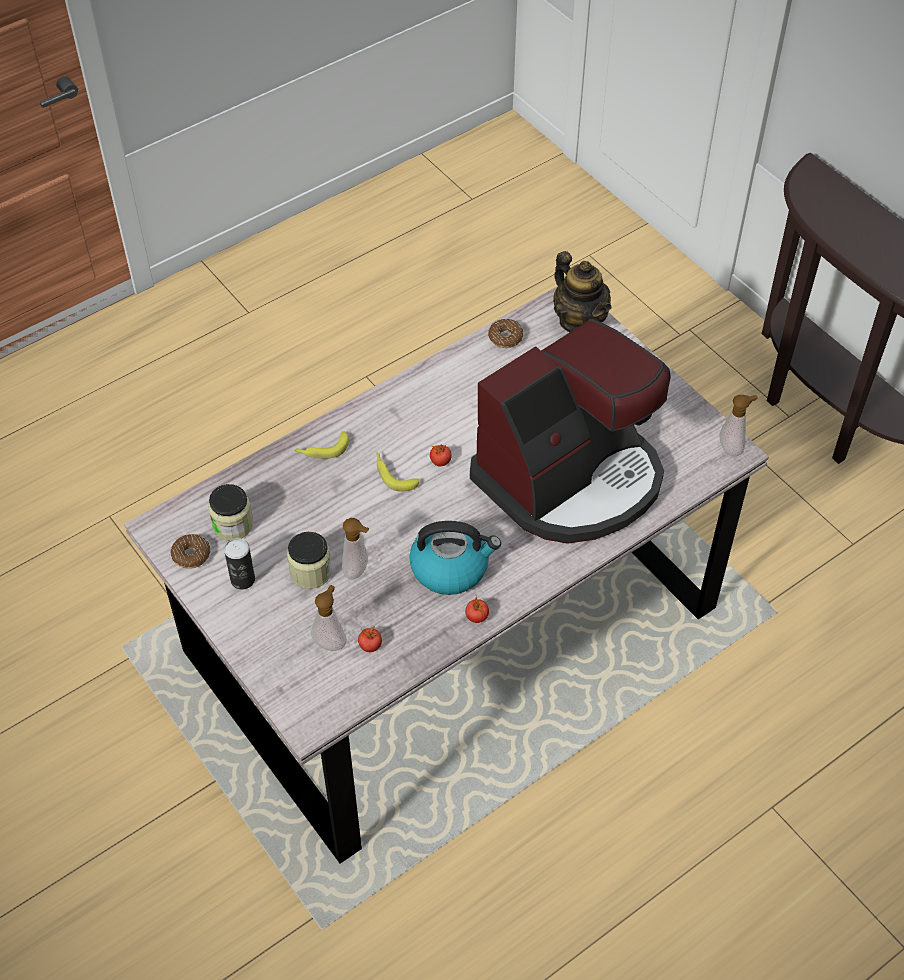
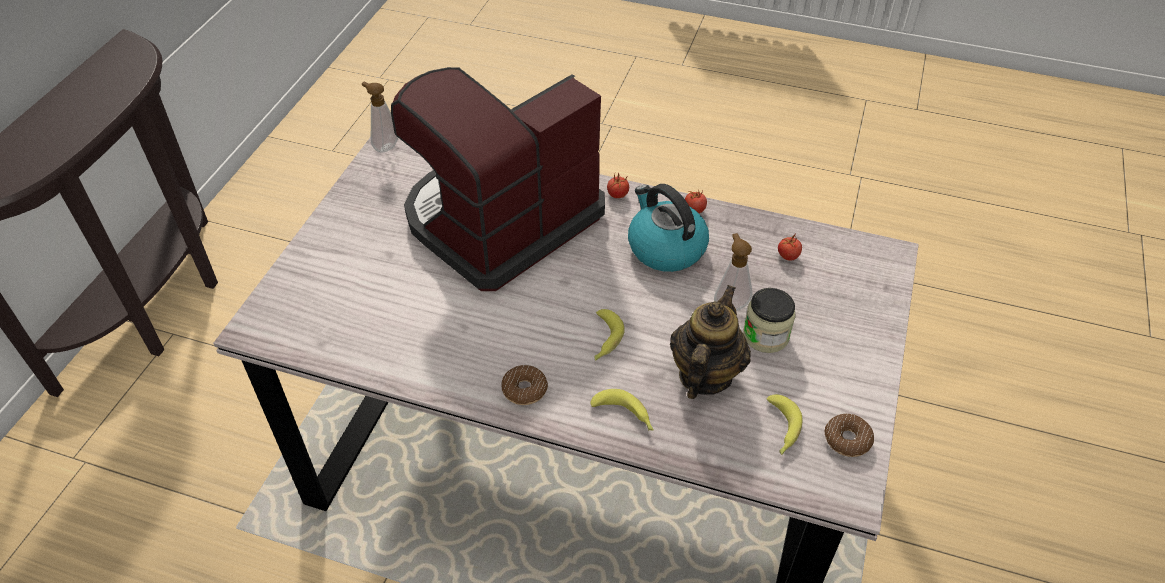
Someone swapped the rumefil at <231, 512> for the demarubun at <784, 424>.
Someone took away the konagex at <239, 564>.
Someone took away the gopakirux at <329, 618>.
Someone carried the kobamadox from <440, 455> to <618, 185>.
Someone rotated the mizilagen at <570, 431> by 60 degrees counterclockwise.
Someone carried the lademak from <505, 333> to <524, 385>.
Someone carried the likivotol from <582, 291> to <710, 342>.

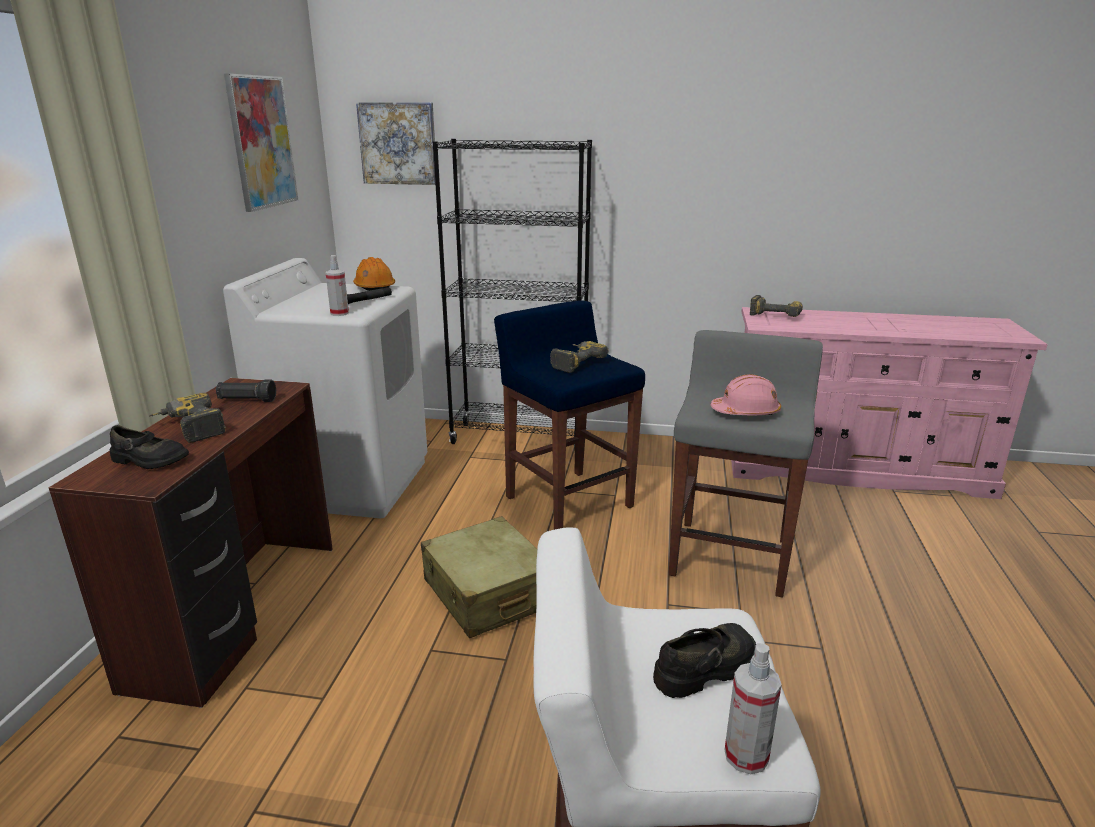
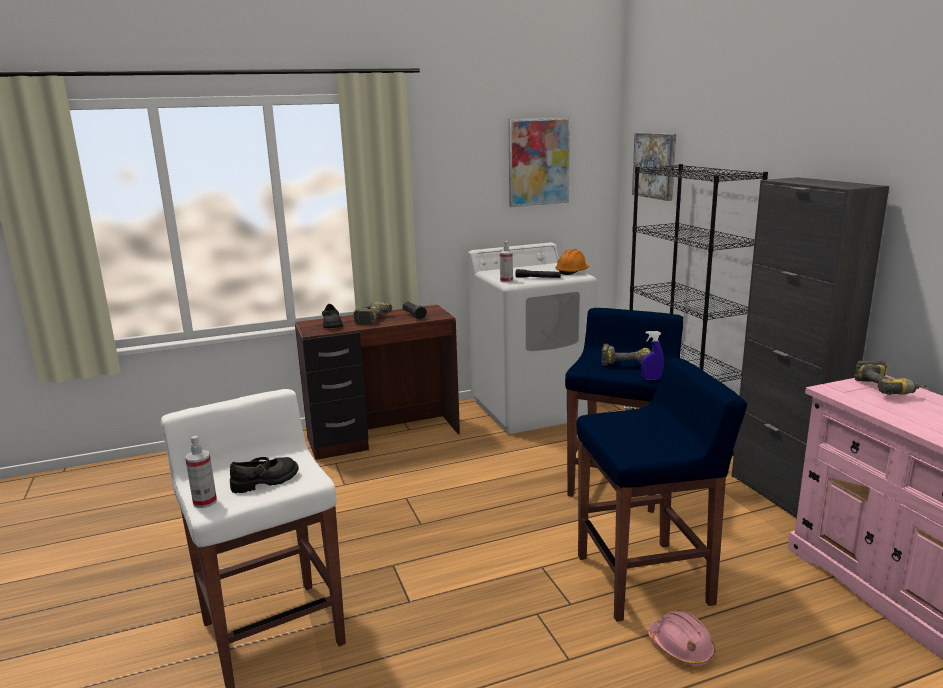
Someone took away the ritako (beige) at <479, 577>.
Someone rotated the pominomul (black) at <704, 660> by 60 degrees counterclockwise.
Someone repainted the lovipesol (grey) at <746, 464>, which became the lovipesol (blue) at <662, 490>.
Someone carried the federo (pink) from <746, 394> to <681, 638>.
Someone put down the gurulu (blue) at <652, 355>.
Someone put down the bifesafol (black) at <810, 347>.

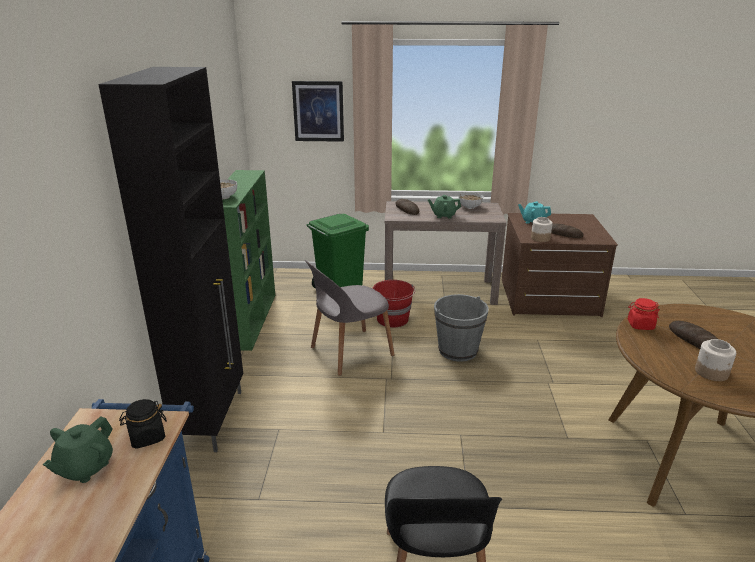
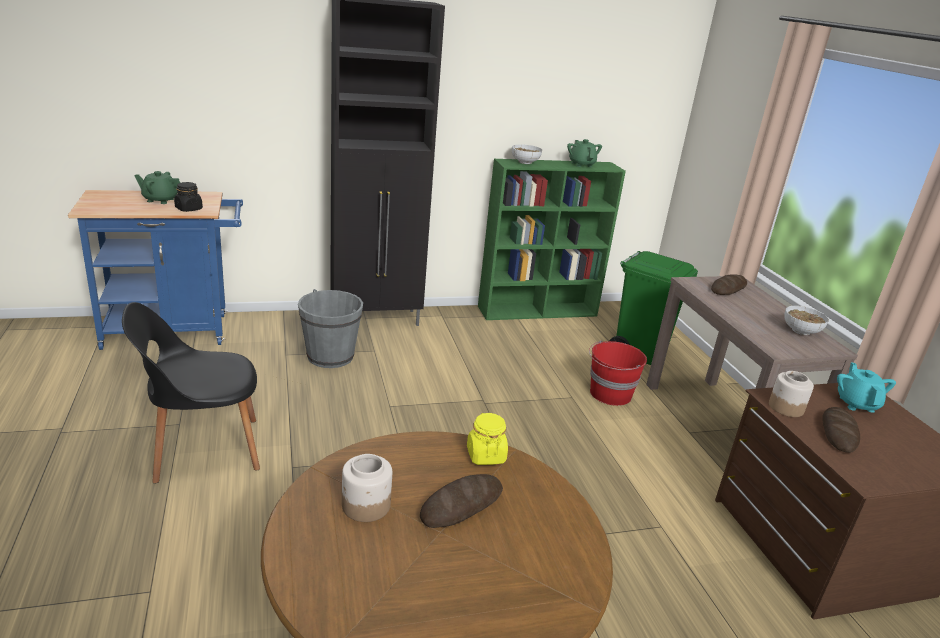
Someone took away the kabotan at <318, 111>.
Someone took away the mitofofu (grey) at <350, 318>.
Someone carried the likivotol (green) from <444, 206> to <584, 153>.
Someone carried the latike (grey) from <461, 328> to <330, 328>.
Someone repainted the rumefil (red) at <644, 314>, which became the rumefil (yellow) at <487, 439>.

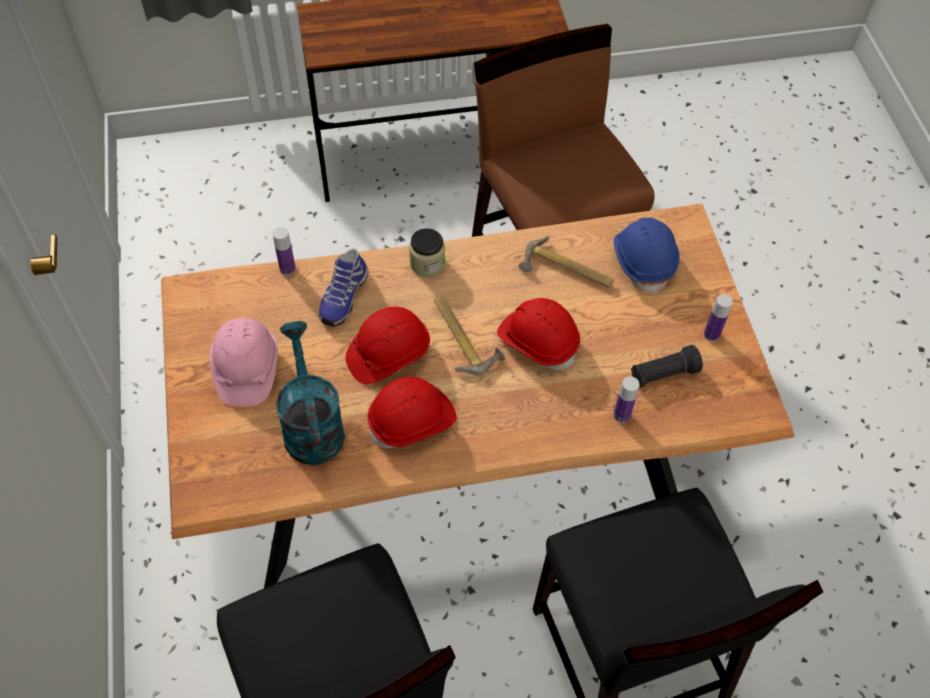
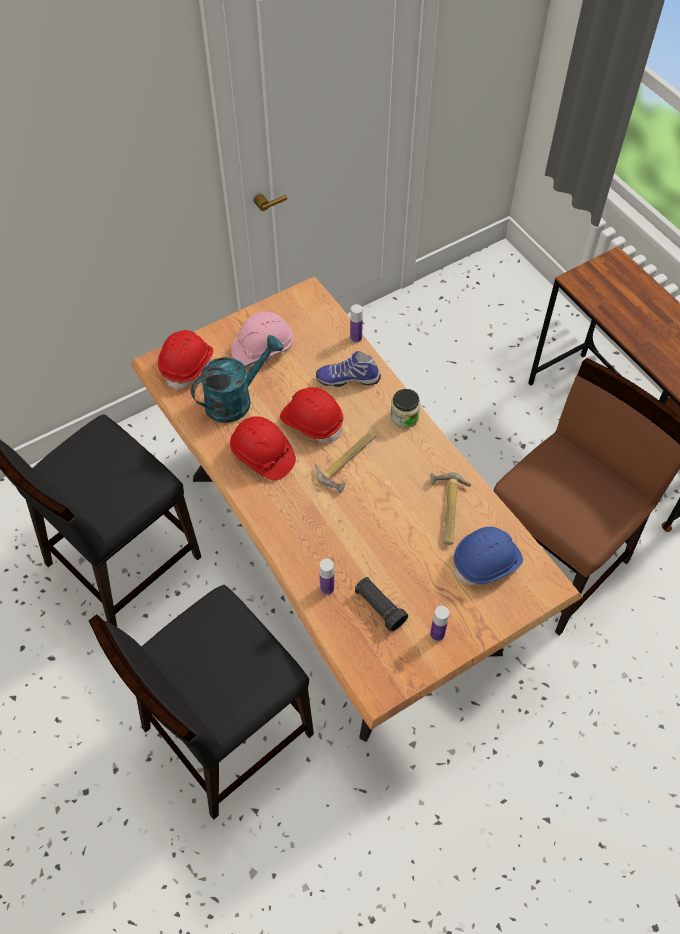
Someone carried the federo (red) from <538, 334> to <185, 360>.

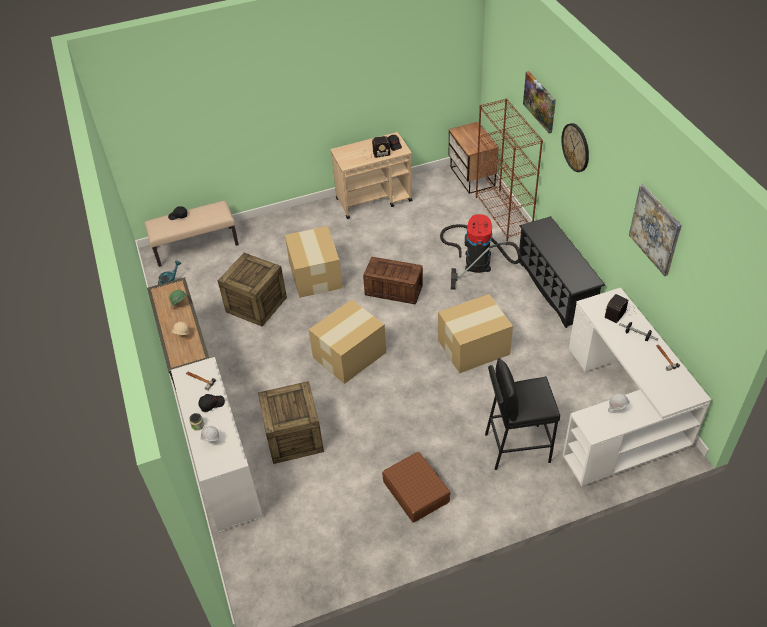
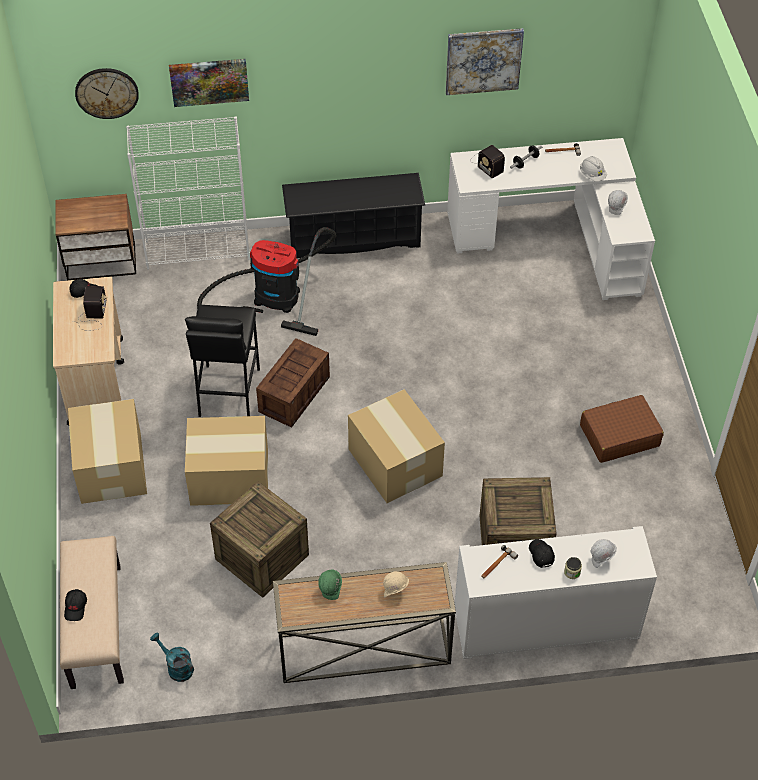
Someone carried the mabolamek from <475, 334> to <107, 451>.
Someone repainted the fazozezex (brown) at <509, 169>, which became the fazozezex (white) at <188, 193>.
Someone carried the lovipesol (black) from <522, 414> to <222, 360>.
Someone carried the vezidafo from <575, 147> to <107, 93>.
Someone put down the federo (white) at <593, 169>.

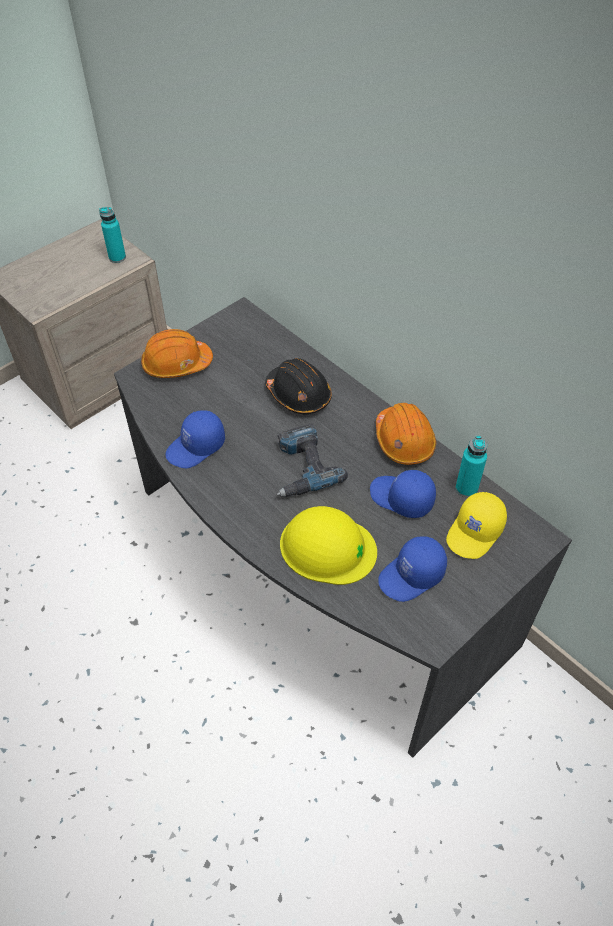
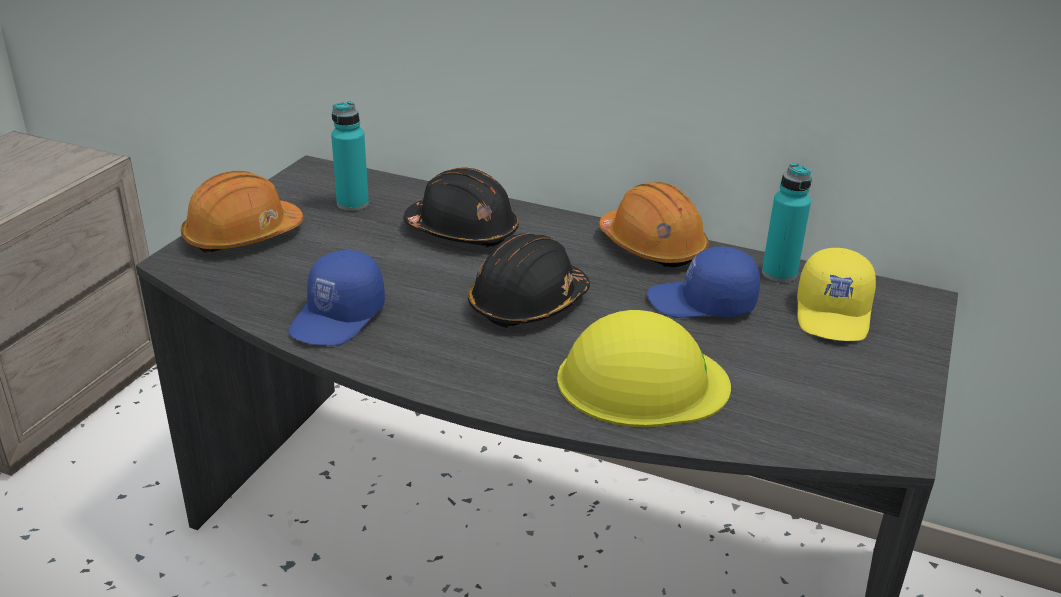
Someone carried the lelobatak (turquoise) from <112, 235> to <350, 156>.
Someone swapped the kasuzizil at <312, 460> for the federo (black) at <529, 280>.
Someone took away the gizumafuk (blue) at <412, 569>.

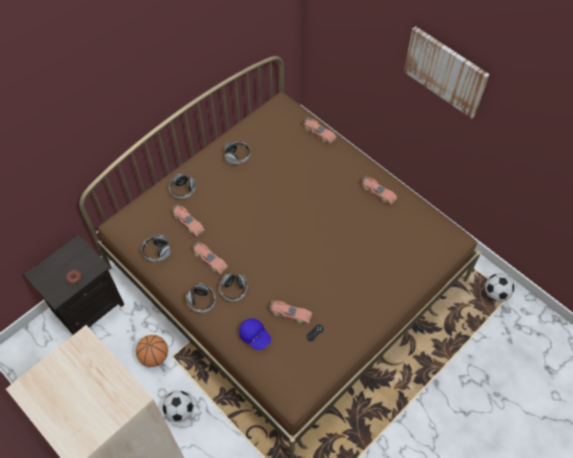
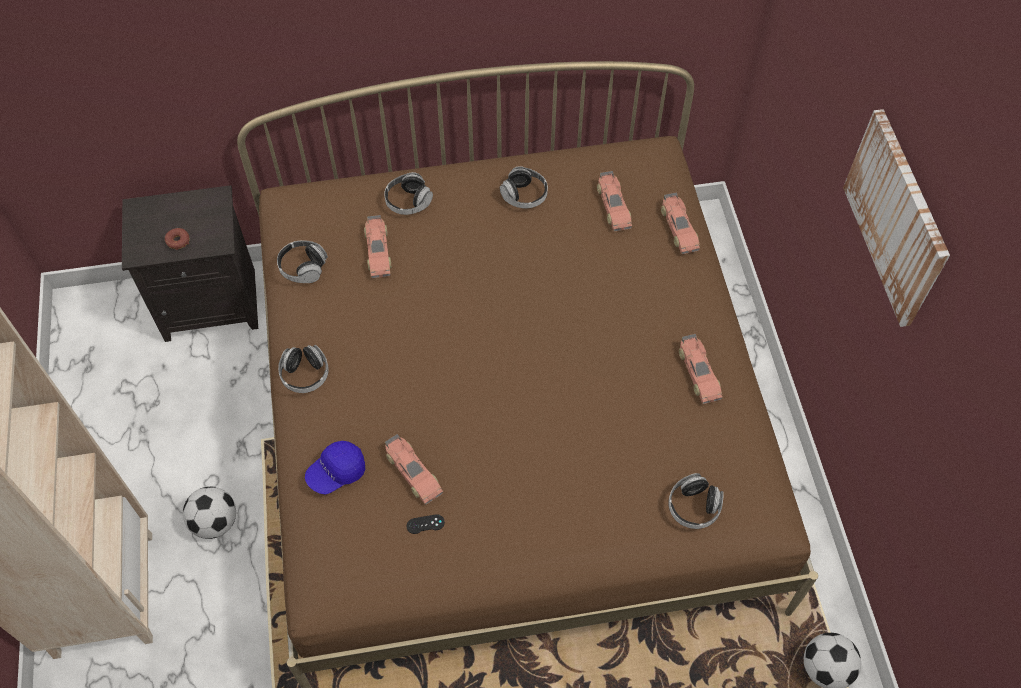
Someone took away the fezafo at <152, 351>.
Someone carried the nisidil from <210, 257> to <614, 201>.
Someone carried the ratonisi from <233, 287> to <696, 501>.
Someone rotated the gizumafuk (blue) at <255, 334> by 60 degrees clockwise.

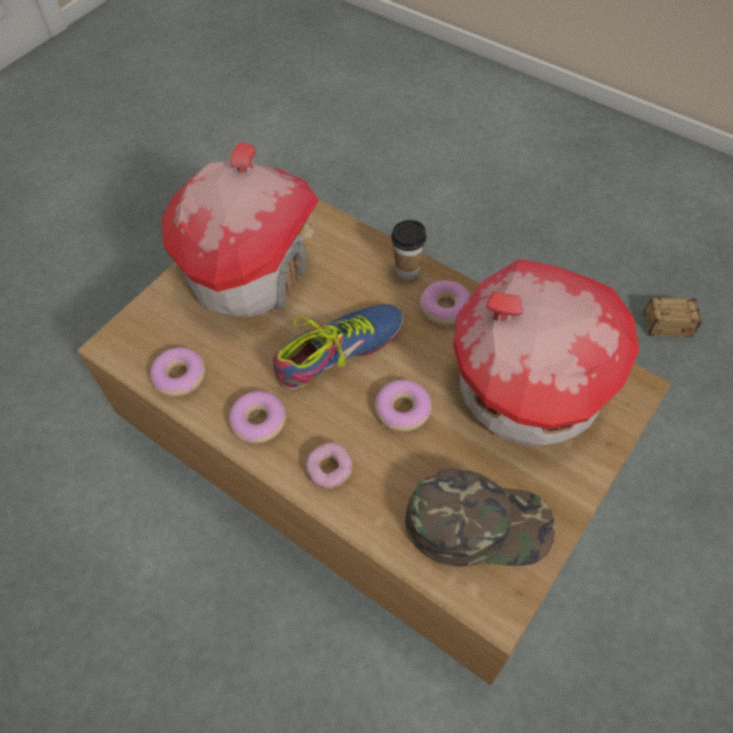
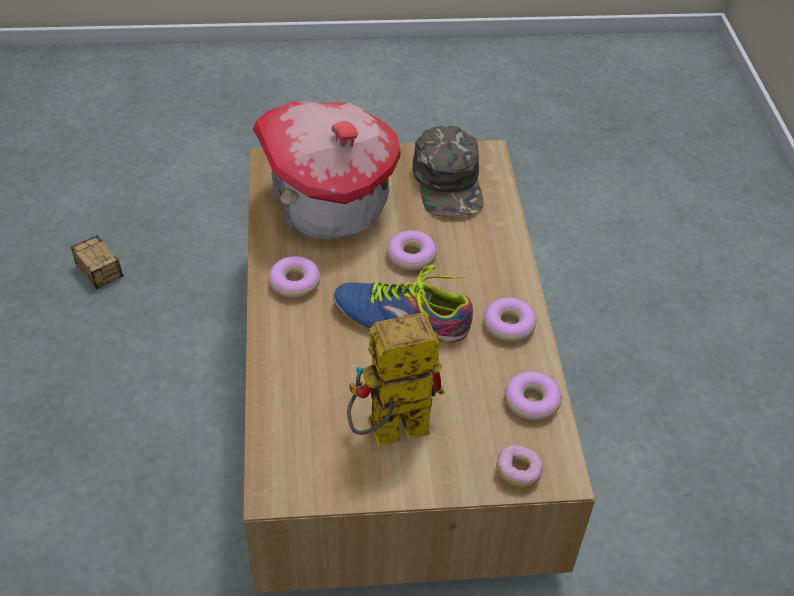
Someone swapped the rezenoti at <240, 230> for the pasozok at <395, 379>.
Someone carried the lademak from <329, 465> to <519, 466>.
Someone took away the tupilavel at <409, 250>.
Someone rotated the gizumafuk (green) at <480, 517> by 150 degrees counterclockwise.

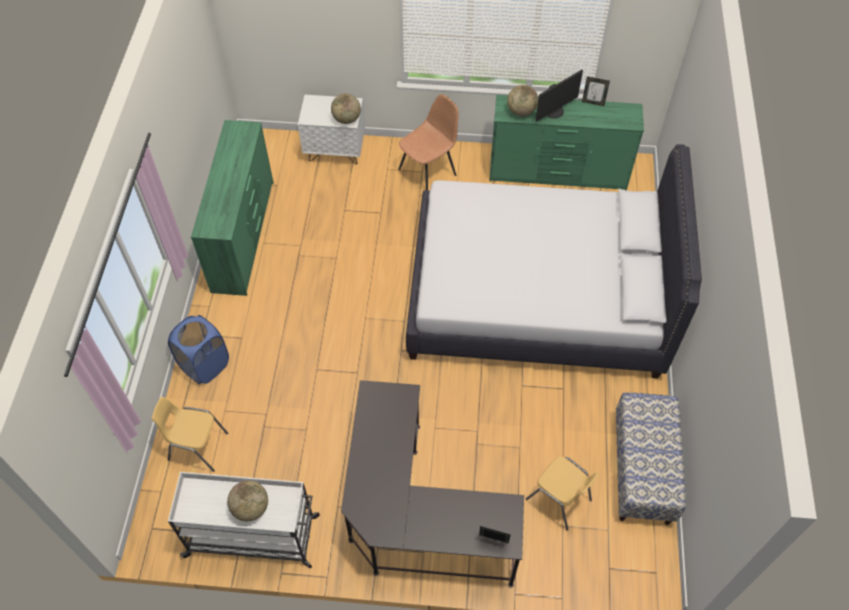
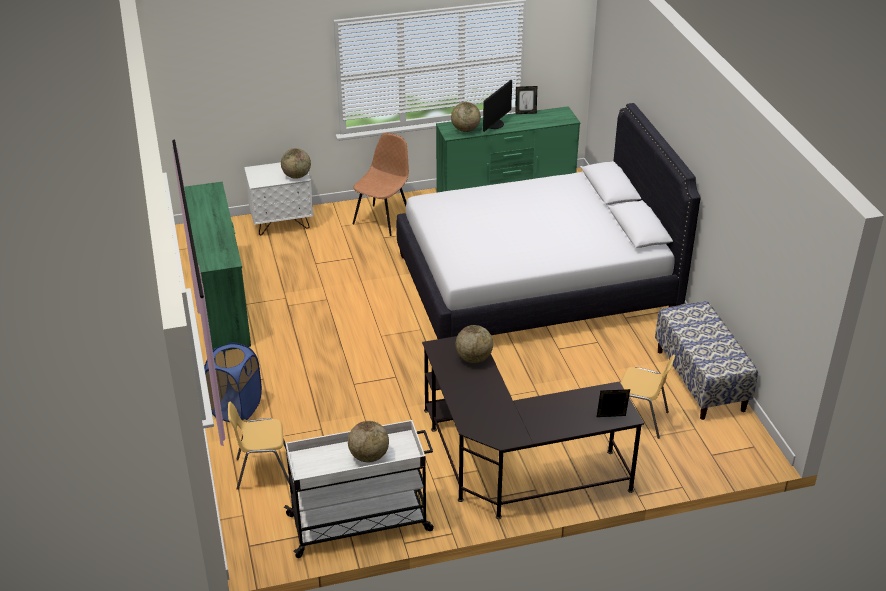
Someone put down the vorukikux at <474, 344>.

